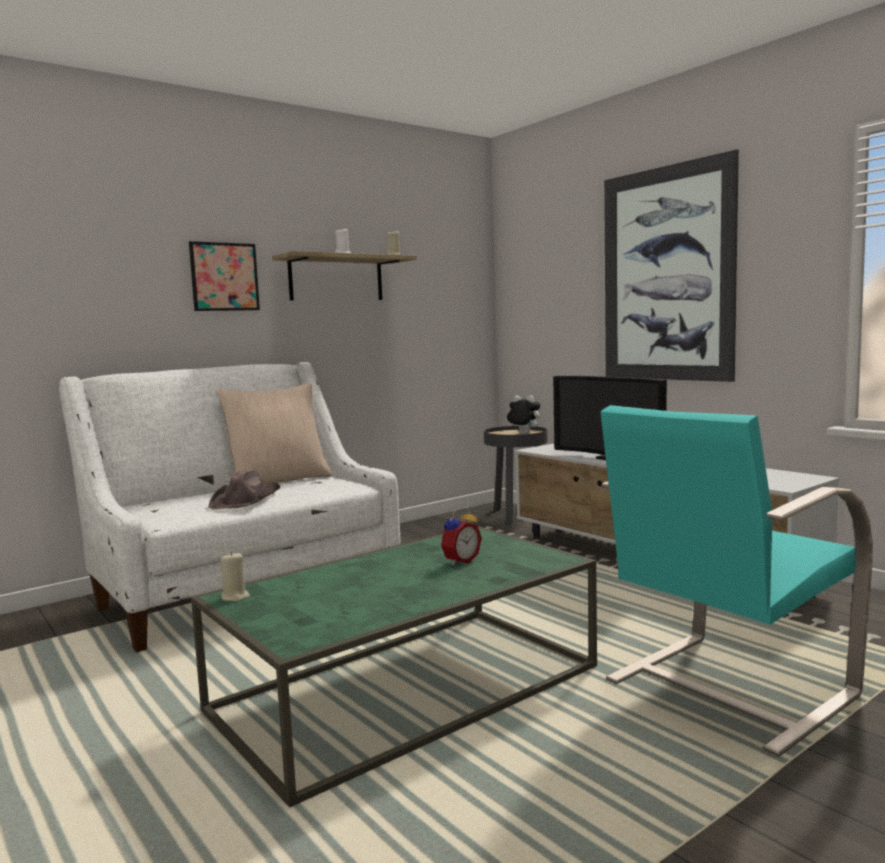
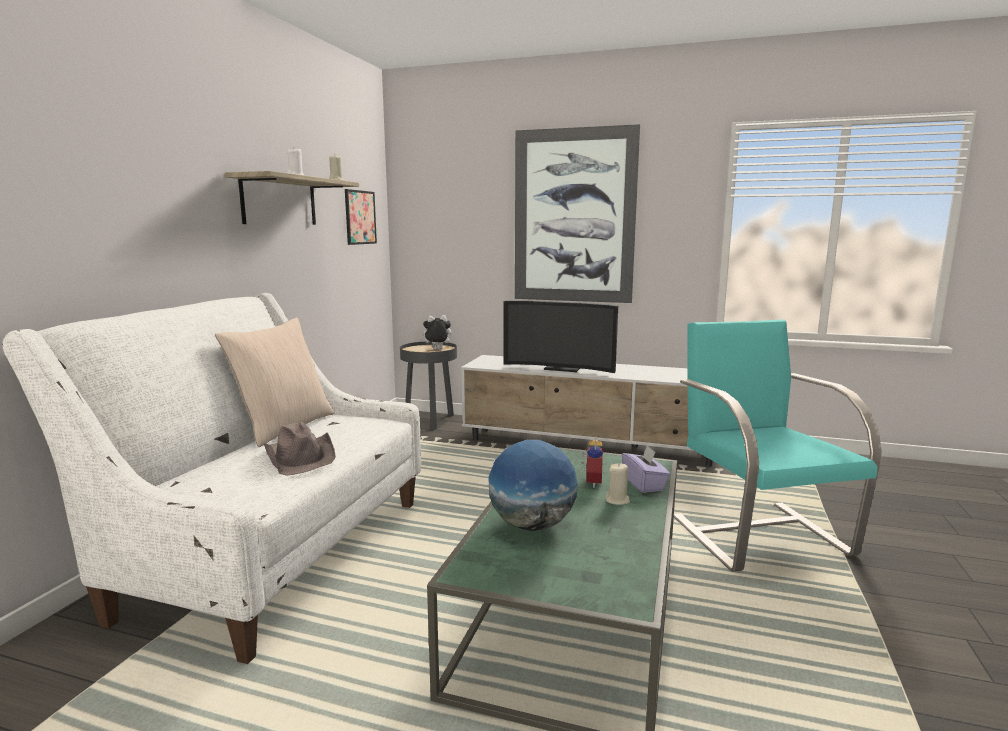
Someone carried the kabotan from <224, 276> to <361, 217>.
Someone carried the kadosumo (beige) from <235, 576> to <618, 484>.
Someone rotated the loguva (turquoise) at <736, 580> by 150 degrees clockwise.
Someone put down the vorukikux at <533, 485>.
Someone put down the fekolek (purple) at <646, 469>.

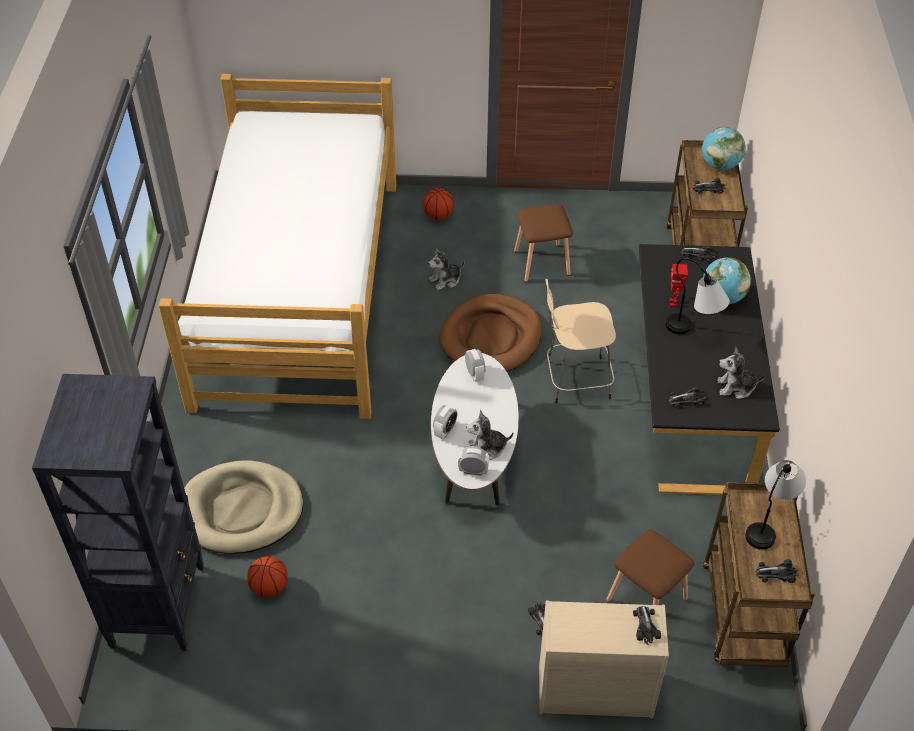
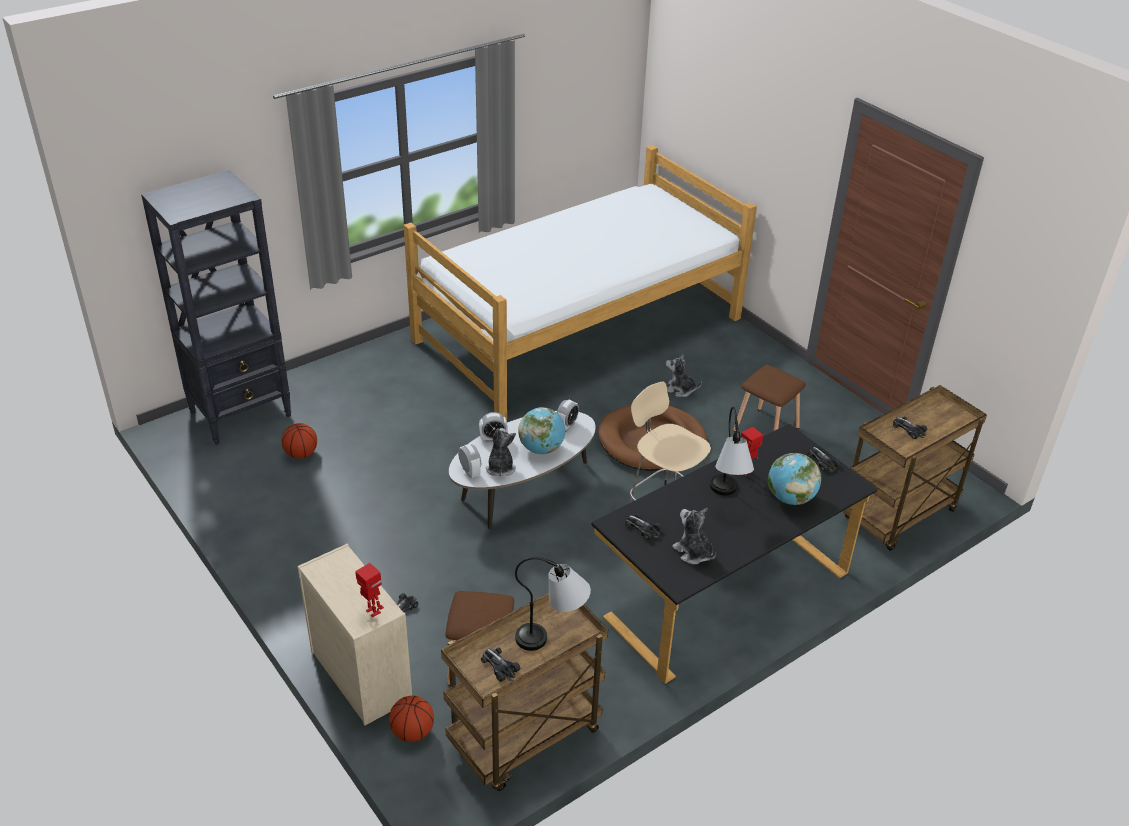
Someone took away the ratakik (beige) at <243, 507>.
Someone carried the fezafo from <438, 204> to <411, 719>.
Someone rotated the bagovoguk at <489, 435> by 45 degrees clockwise.
Someone swapped the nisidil at <647, 625> for the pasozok at <369, 590>.
Someone carried the vorukikux from <724, 148> to <541, 430>.

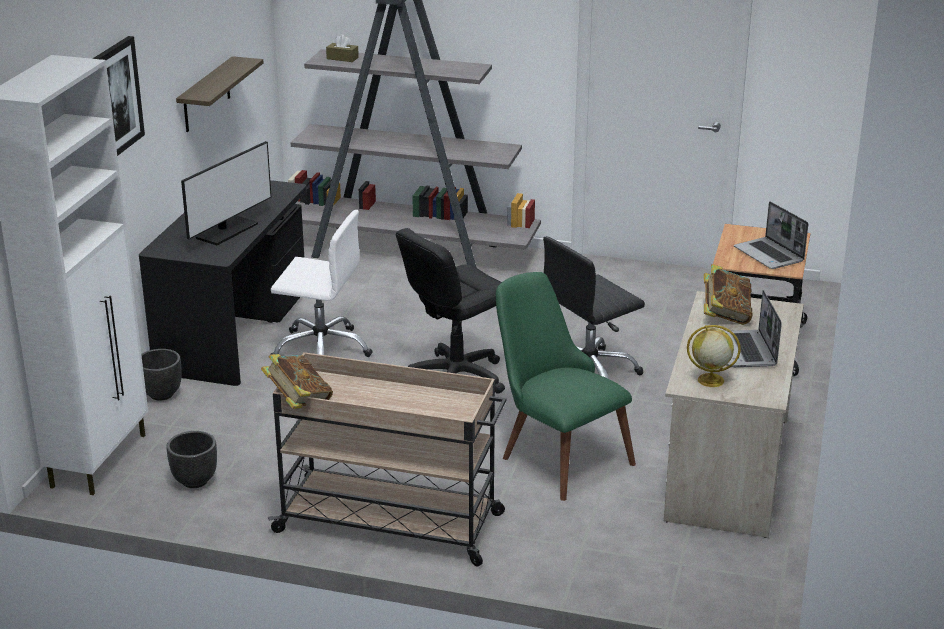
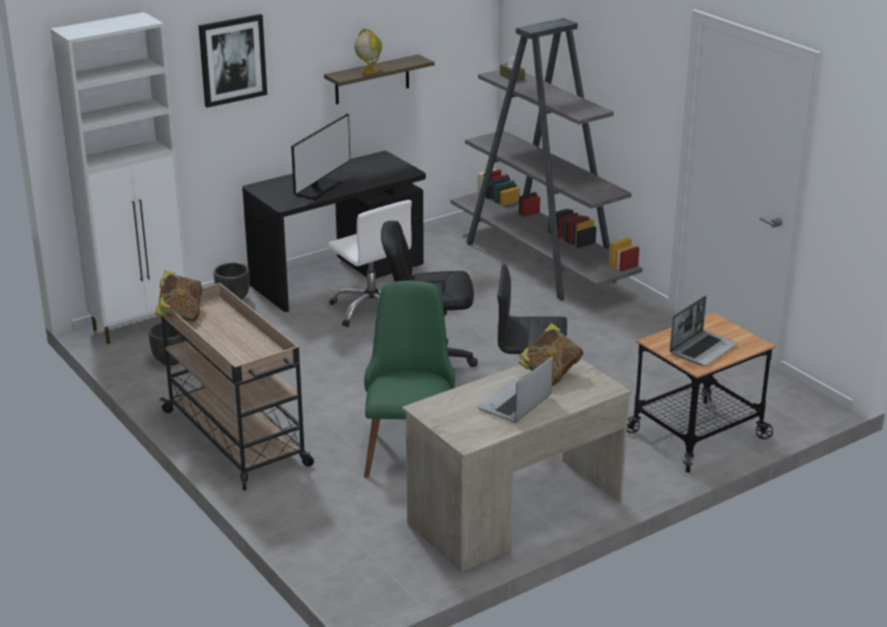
Someone rotated the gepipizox at <226, 193> by 45 degrees counterclockwise.
Someone carried the vorukikux from <714, 356> to <368, 51>.
Someone rotated the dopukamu at <771, 235> by 150 degrees counterclockwise.

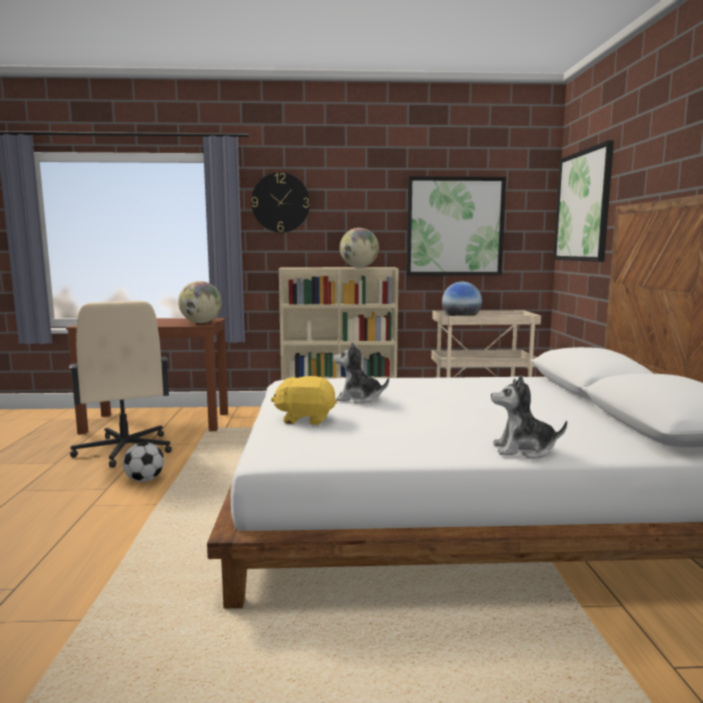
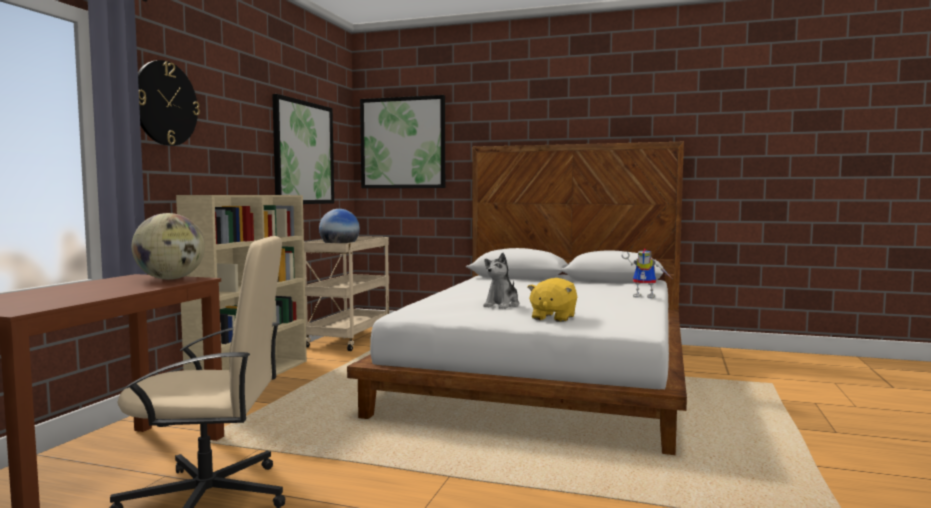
Someone took away the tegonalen at <143, 462>.
Someone took away the vorukikux at <359, 248>.
Someone swapped the bagovoguk at <529, 417> for the pasozok at <646, 273>.

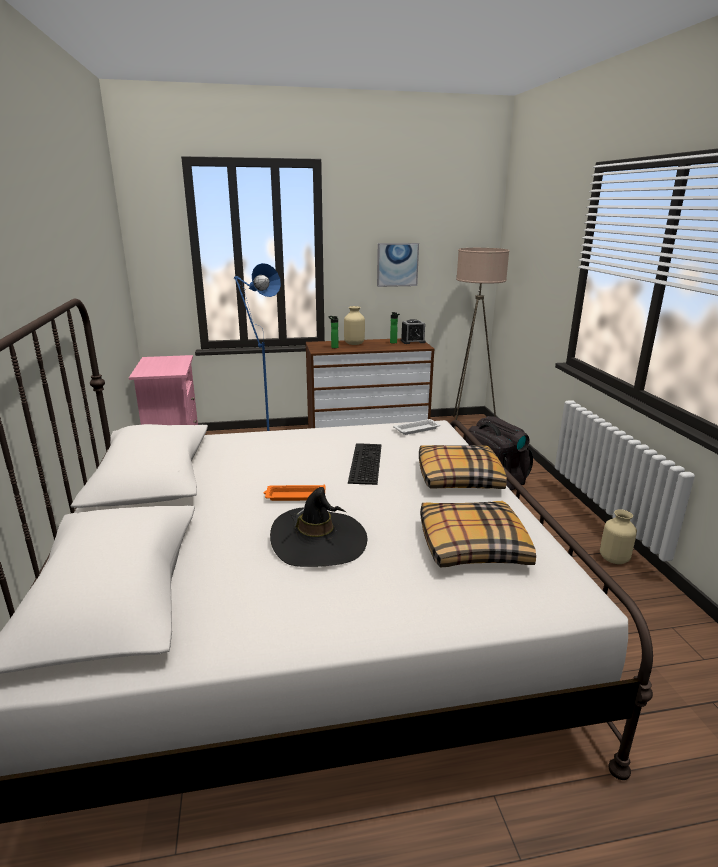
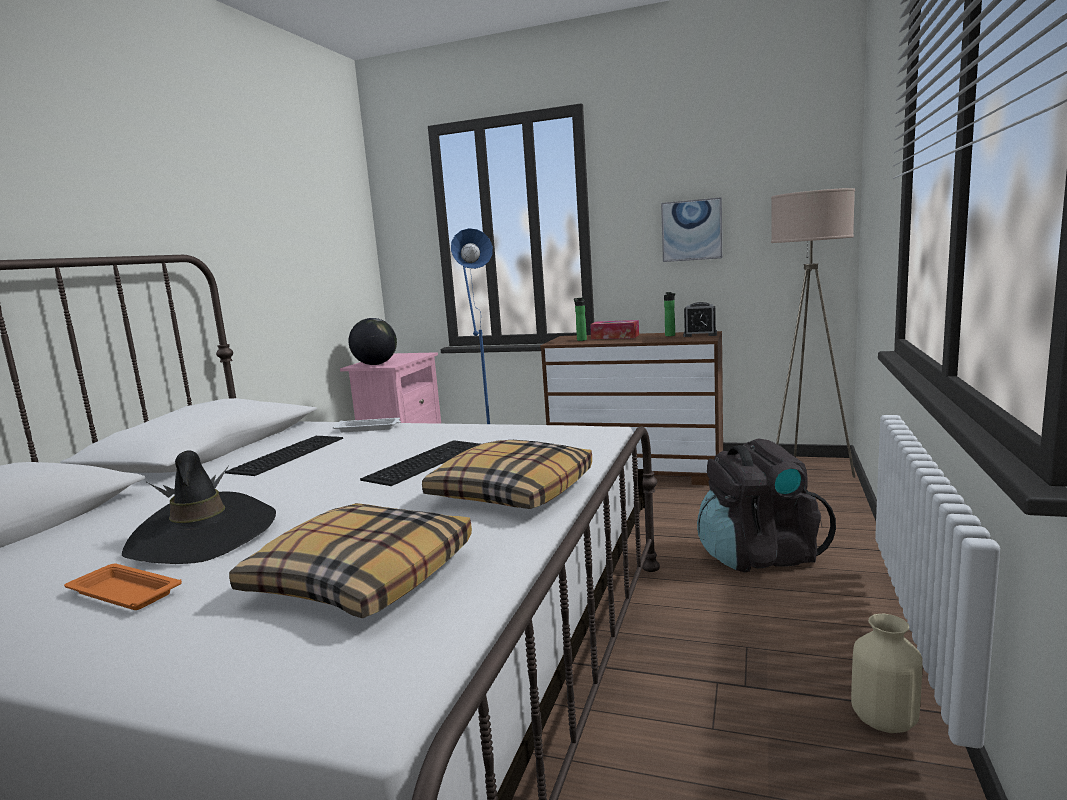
Someone carried the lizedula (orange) from <294, 493> to <123, 586>.
Someone swapped the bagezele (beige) at <354, 325> for the fekolek at <614, 329>.
Someone carried the lizedula (white) from <417, 427> to <367, 425>.
Someone put down the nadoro at <284, 456>.
Someone put down the vorukikux at <372, 341>.

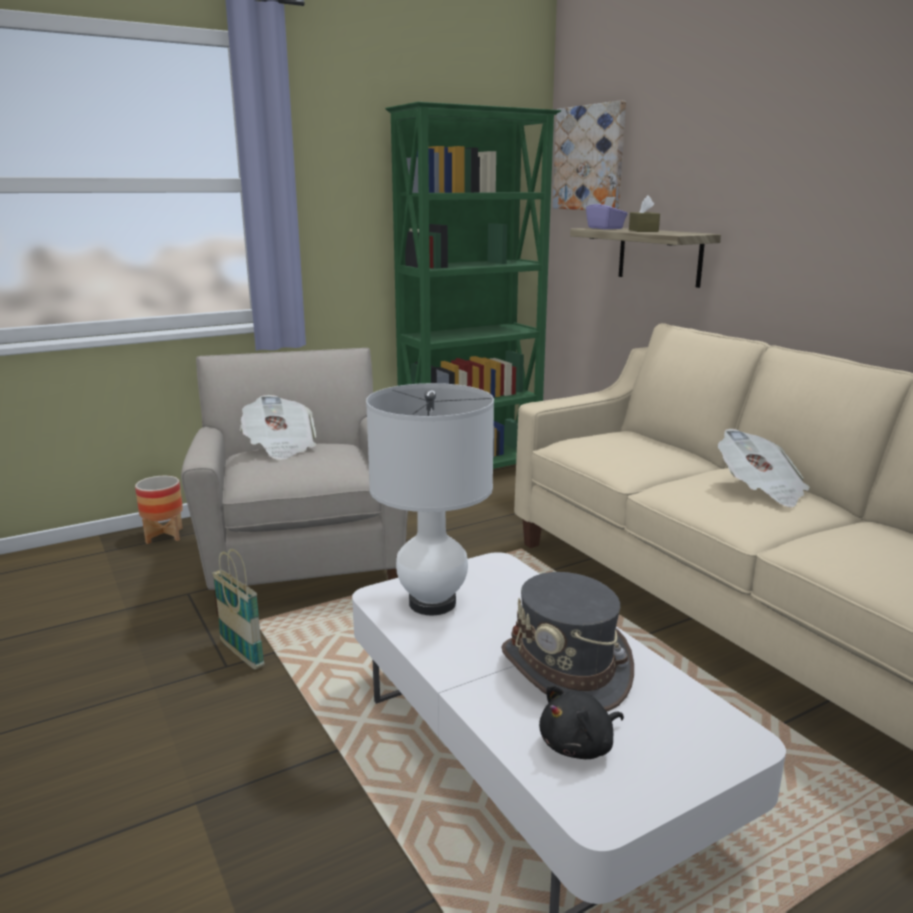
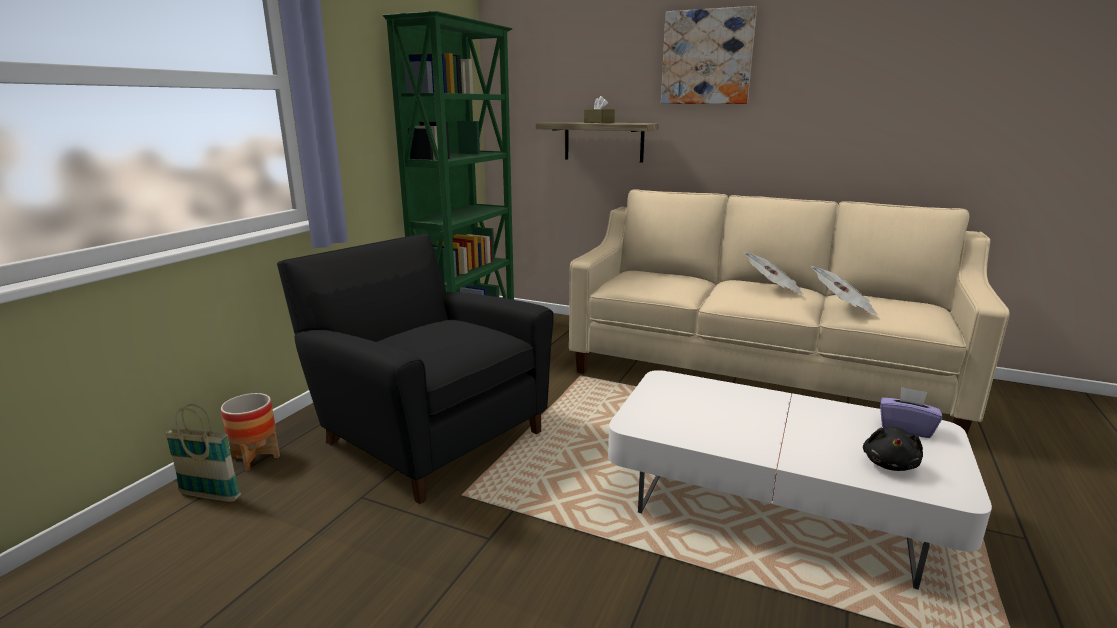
Someone repainted the loguva (beige) at <294, 482>, which became the loguva (black) at <415, 368>.
Someone carried the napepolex from <238, 609> to <202, 453>.
Someone carried the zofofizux from <278, 427> to <844, 290>.
Someone took away the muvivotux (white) at <430, 499>.
Someone took away the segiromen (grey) at <567, 642>.
Someone carried the kabotan from <589, 155> to <709, 55>.
Someone carried the fekolek (purple) from <607, 213> to <911, 412>.

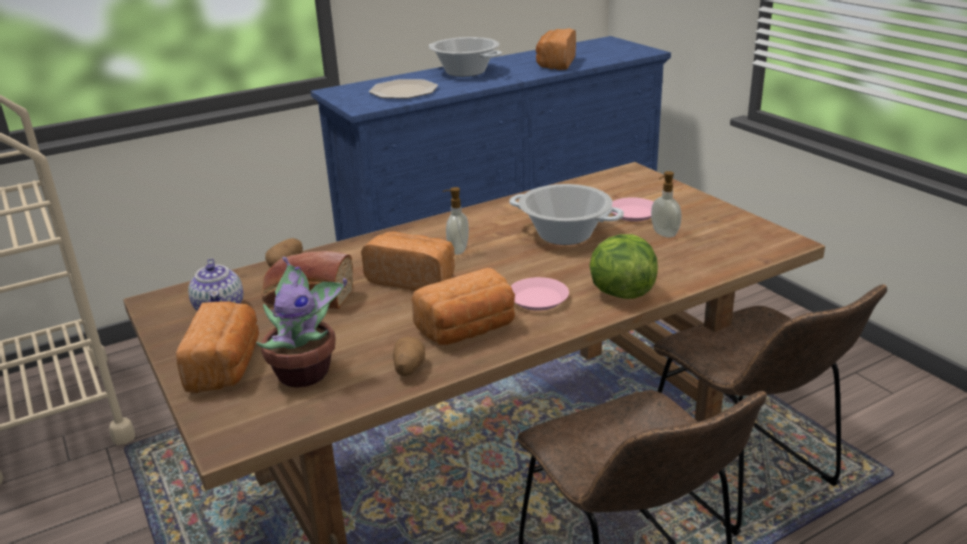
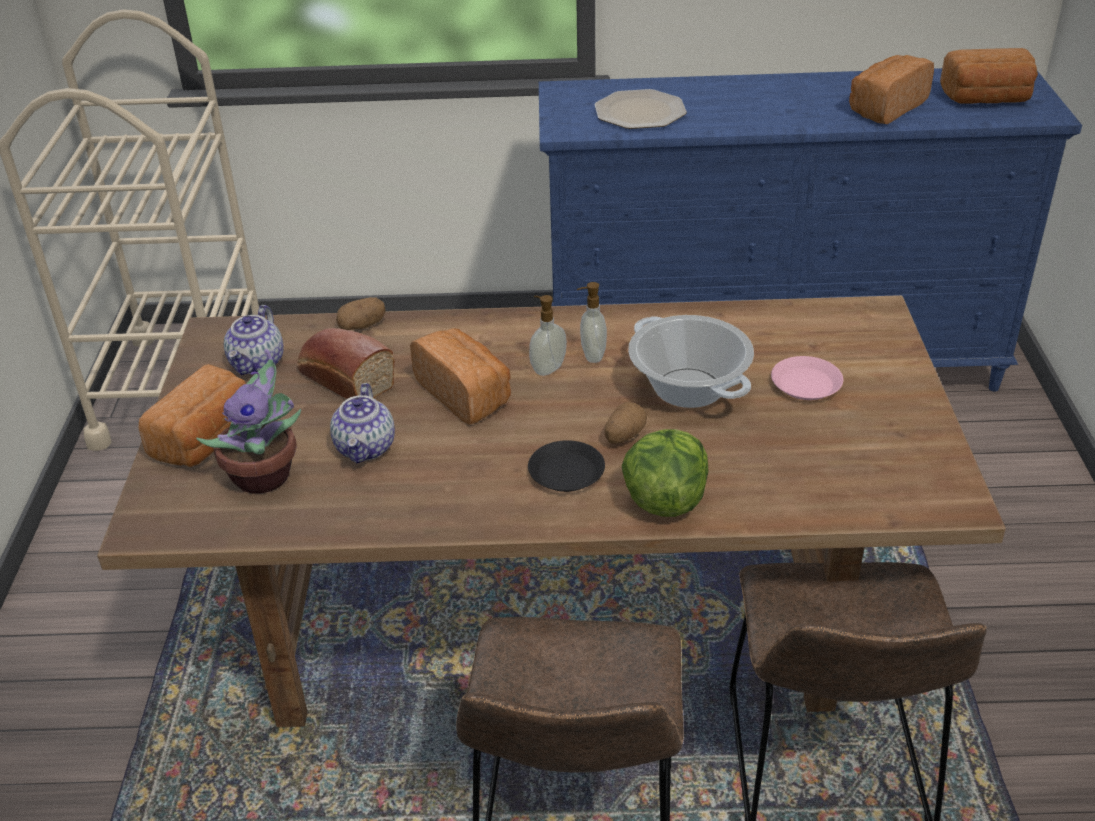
Someone carried the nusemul from <409, 356> to <626, 422>.
Someone carried the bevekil from <463, 306> to <989, 76>.
Someone took away the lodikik at <465, 57>.
Someone repainted the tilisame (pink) at <540, 294>, which became the tilisame (black) at <566, 466>.
Someone carried the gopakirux from <666, 204> to <592, 322>.
Someone put down the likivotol at <362, 423>.

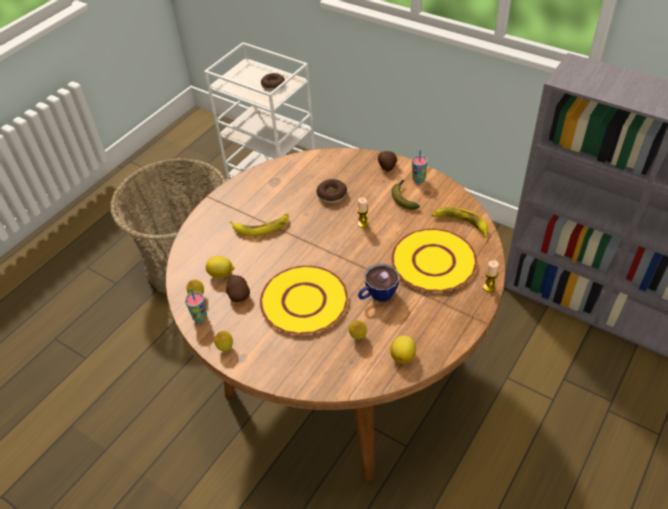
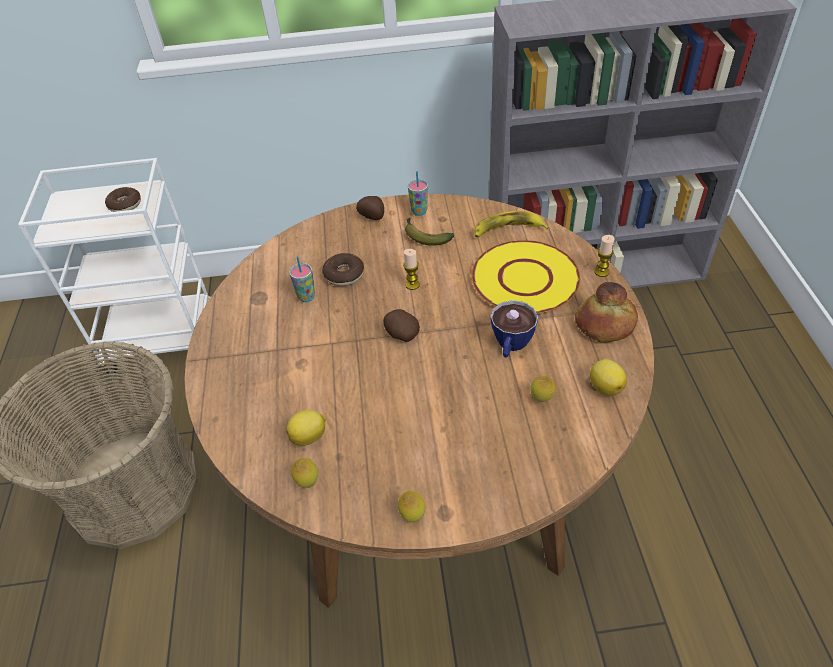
Someone carried the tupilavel from <196, 305> to <302, 279>.
Someone carried the nusemul from <238, 288> to <401, 325>.
Someone took away the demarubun at <259, 224>.
Someone took away the tilisame (yellow) at <304, 300>.
Someone put down the bevekil at <606, 312>.

